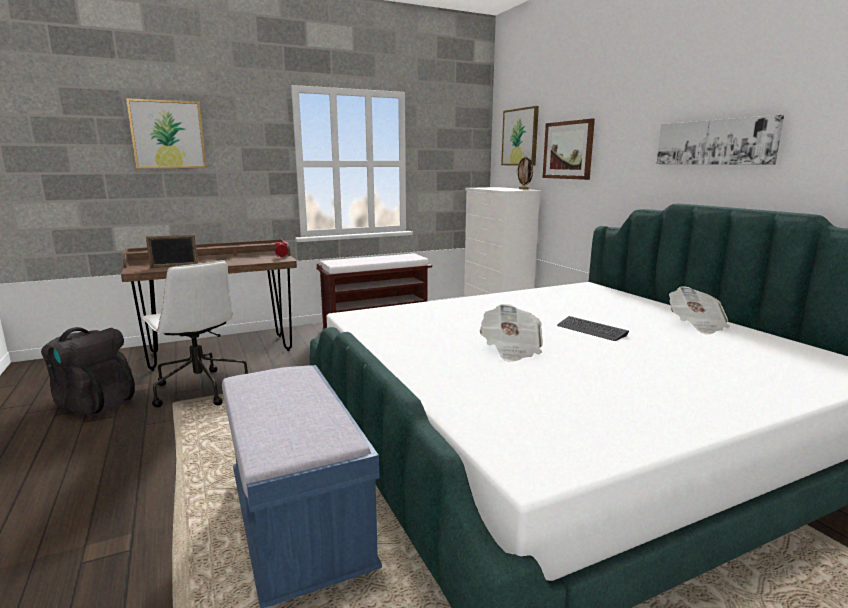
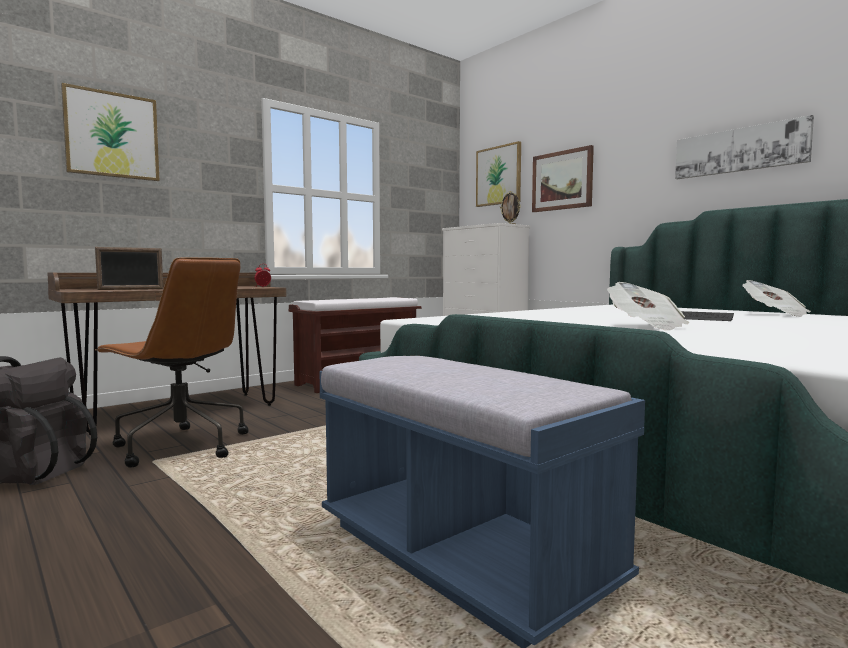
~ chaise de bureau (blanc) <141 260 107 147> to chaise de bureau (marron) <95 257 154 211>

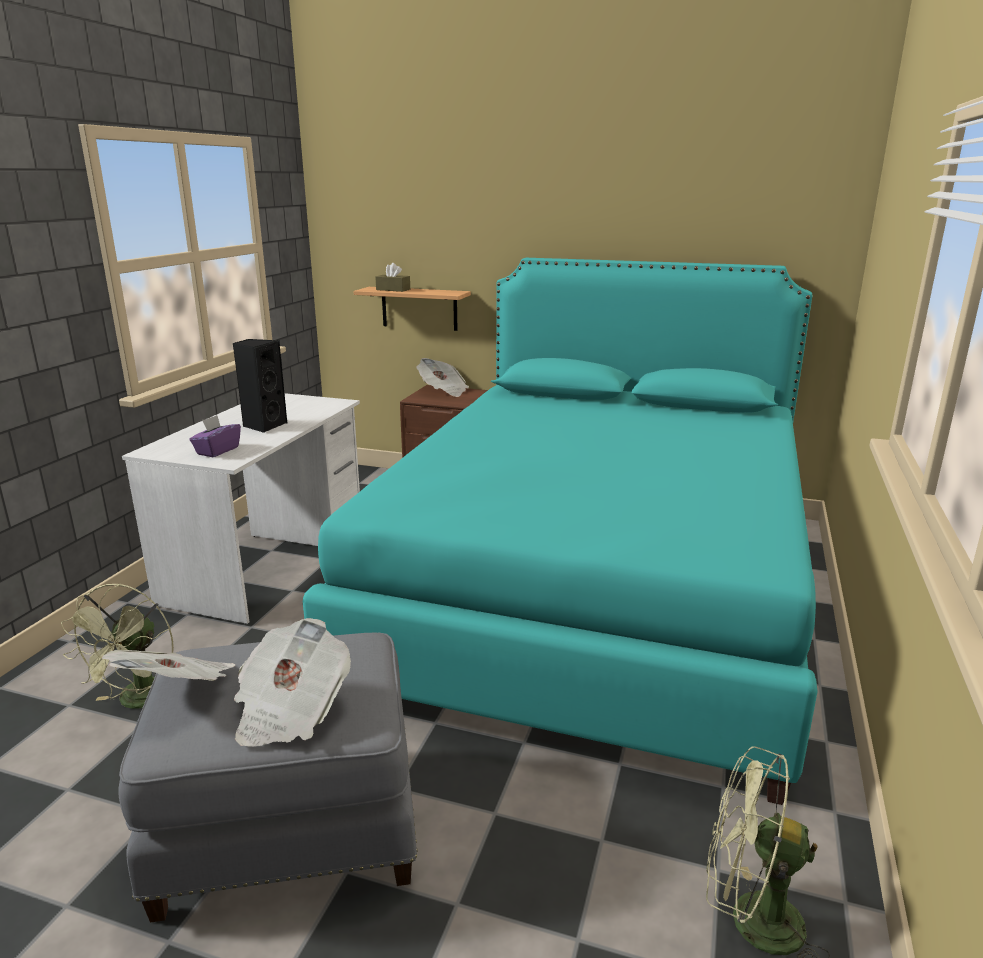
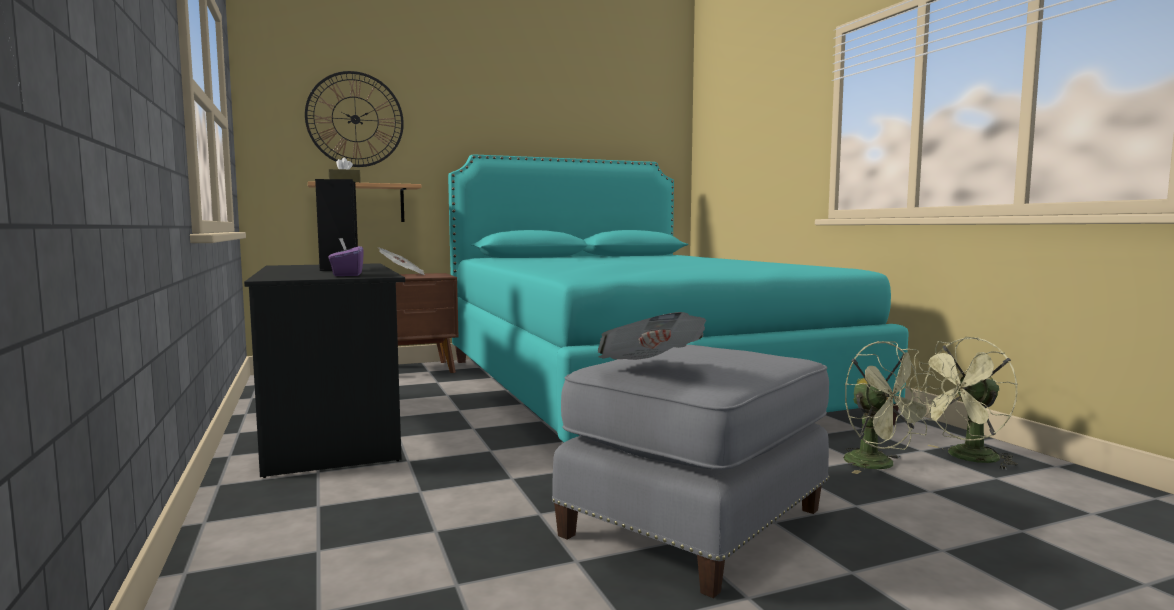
~ bureau (blanc) <122 393 238 231> to bureau (noir) <244 263 161 215>
~ ventilateur (vert) <61 583 113 126> to <843 341 93 133>
- journal <234 618 117 129>
+ horloge murale <305 71 99 96>

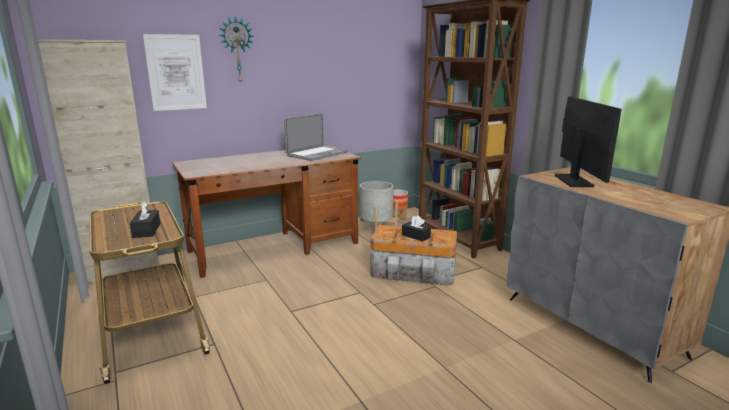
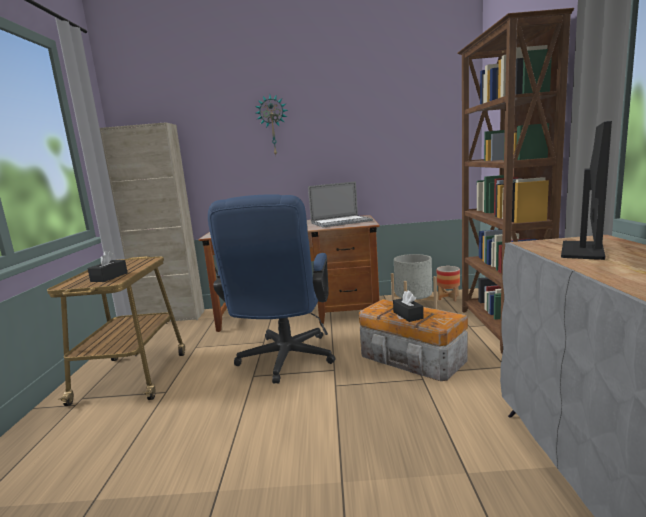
- tableau <143 34 64 77>
+ chaise de bureau (bleu) <208 195 127 189>

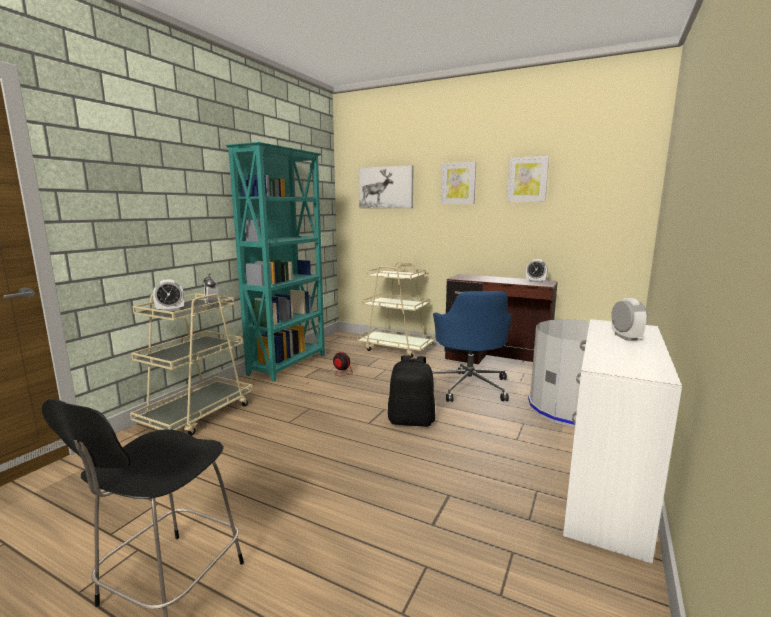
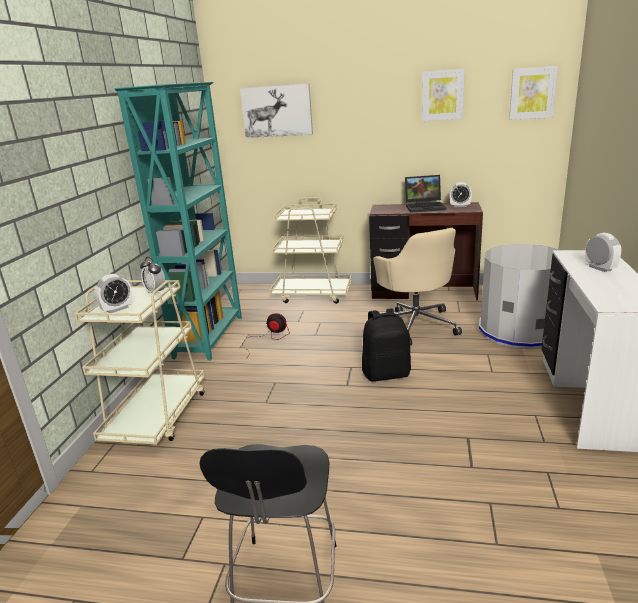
~ tableau <441 162 35 42> to <509 66 49 54>
~ chaise de bureau (bleu) <432 291 79 111> to chaise de bureau (beige) <373 228 89 117>
+ ordinateur portable <405 175 41 38>

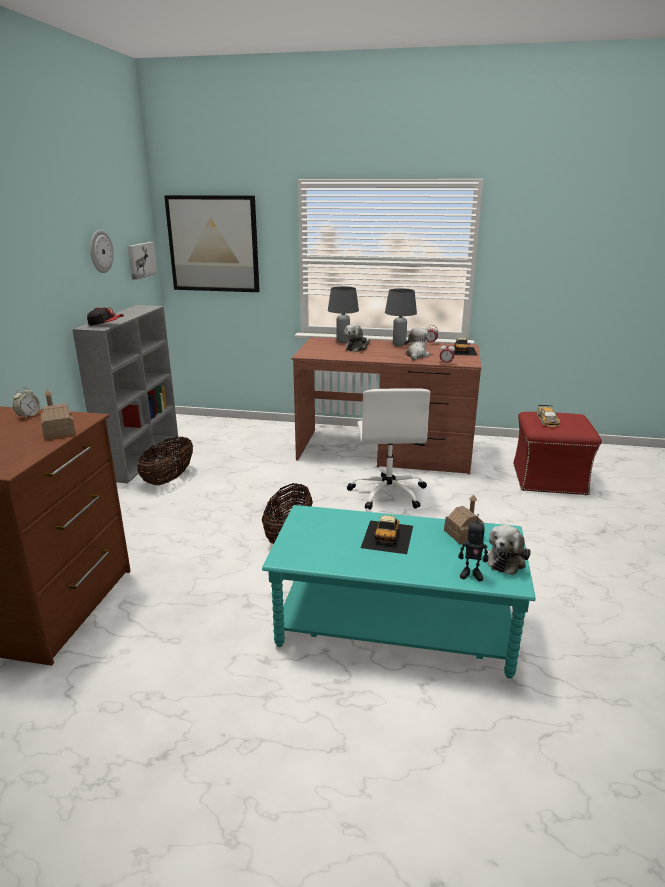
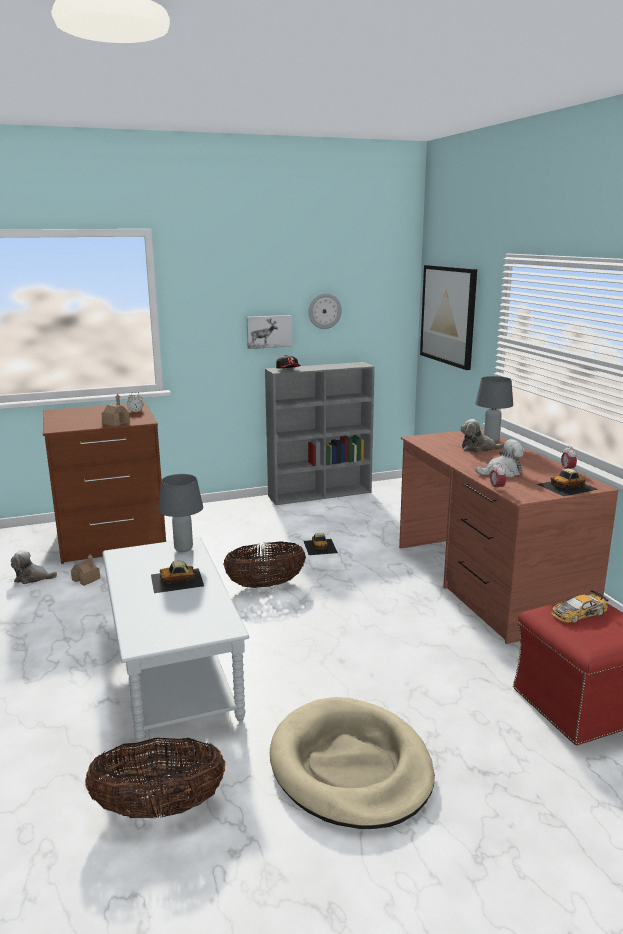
~ tableau <127 242 30 38> to <246 315 47 34>
~ lampe de table (gris) <385 288 32 58> to <158 474 45 78>
- chaise de bureau (blanc) <347 388 84 122>
~ panier <137 436 56 49> to <85 738 140 80>
~ maison miniature <444 495 40 49> to <71 554 29 32>
~ table basse (turquoise) <262 505 274 174> to table basse (gris) <102 537 147 205>
- robot jouet <458 514 30 67>
~ peluche <487 525 44 50> to <11 550 46 34>
+ petite voiture <304 533 34 22>
+ panier pour chien (beige) <270 697 165 132>

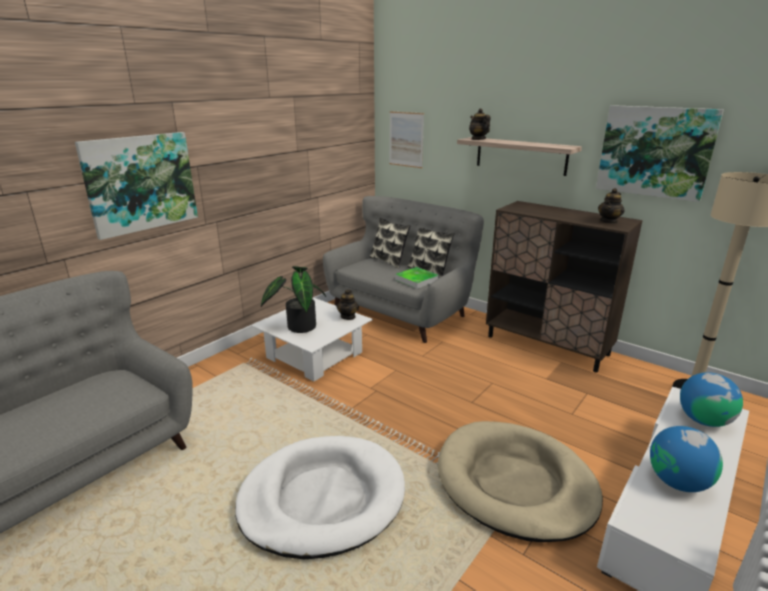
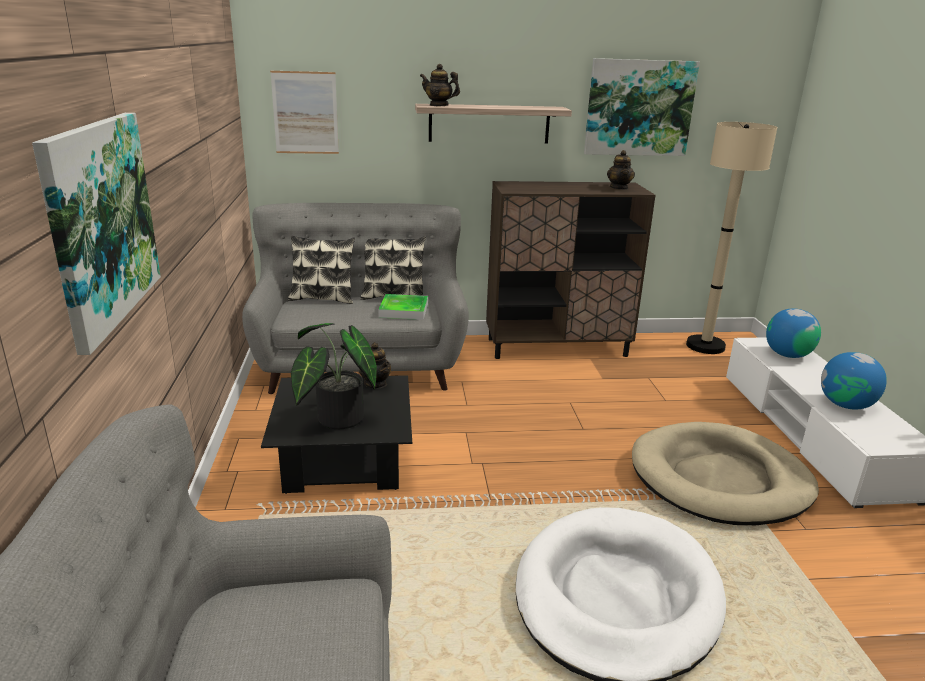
~ table basse (blanc) <251 298 122 84> to table basse (noir) <261 375 151 119>

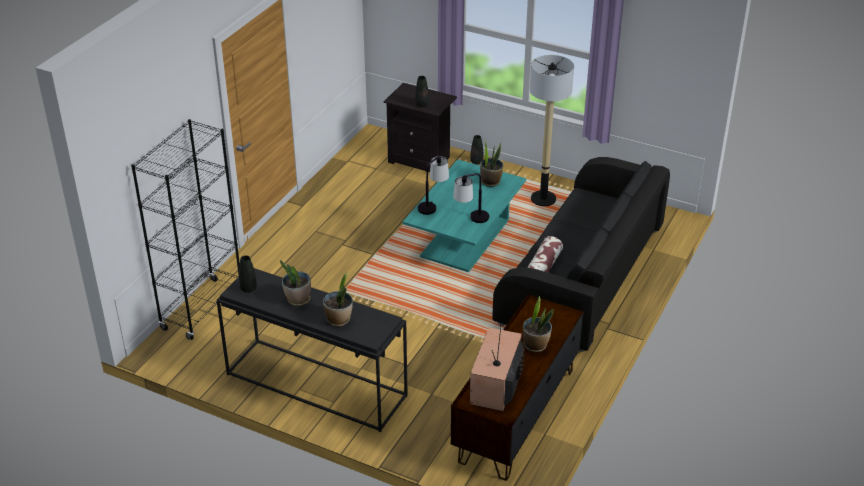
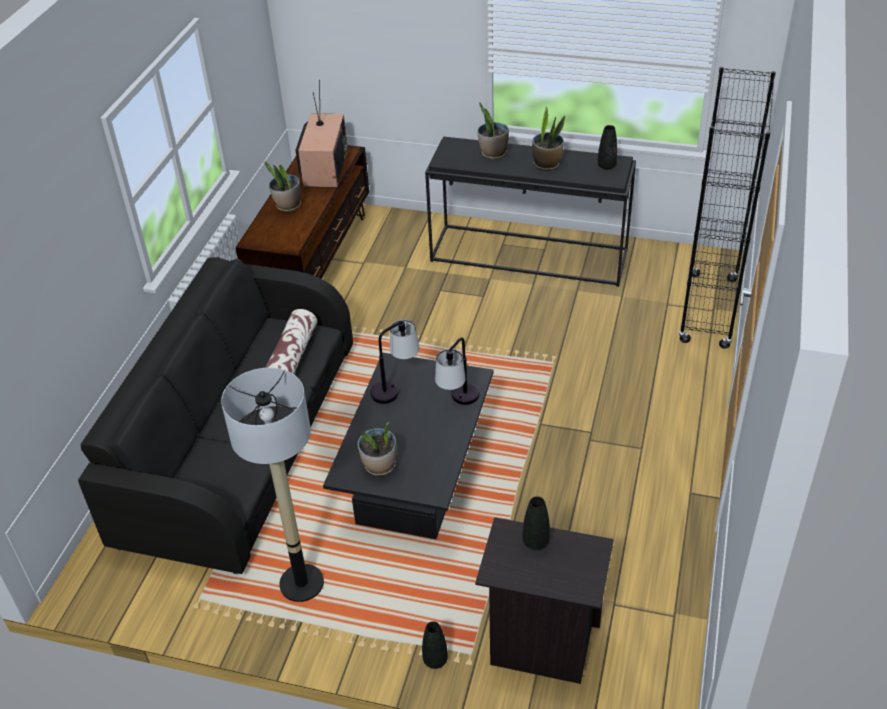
~ table basse (turquoise) <403 159 123 113> to table basse (noir) <323 353 170 186>

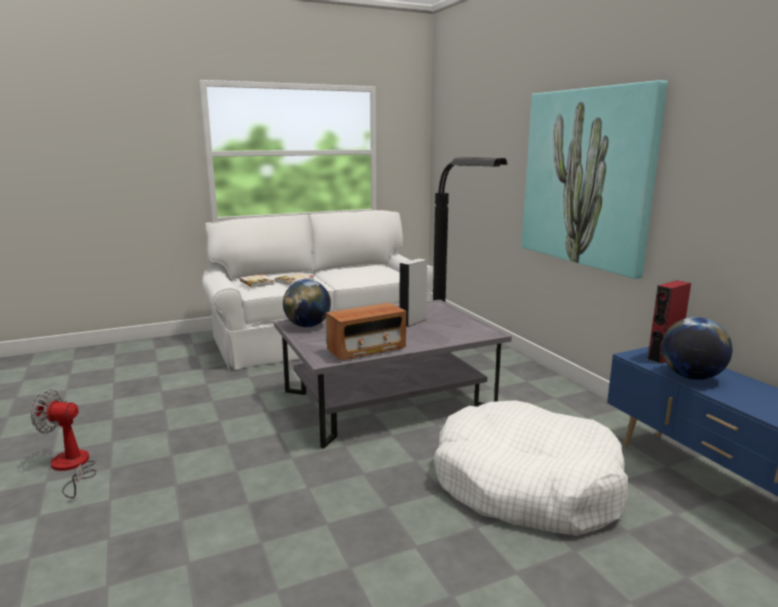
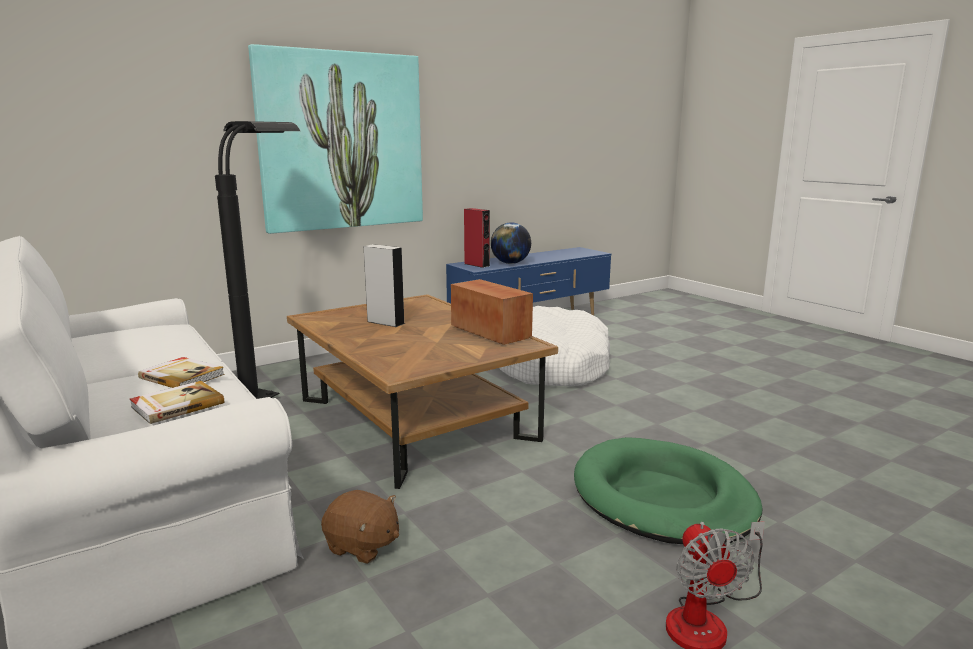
- globe <283 280 48 47>
~ table basse (gris) <274 300 238 148> to table basse (marron) <287 294 271 195>
+ panier pour chien (vert) <574 437 189 107>
+ peluche (marron) <321 490 78 74>

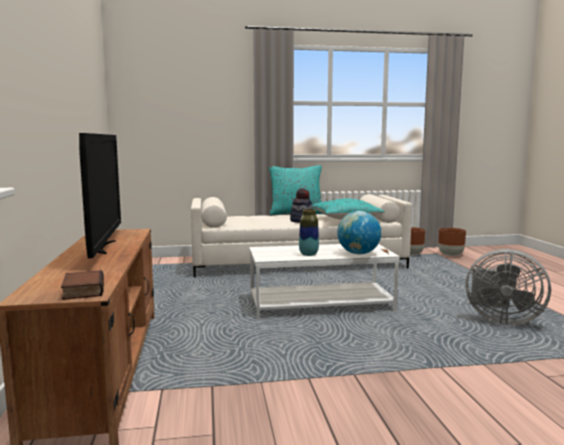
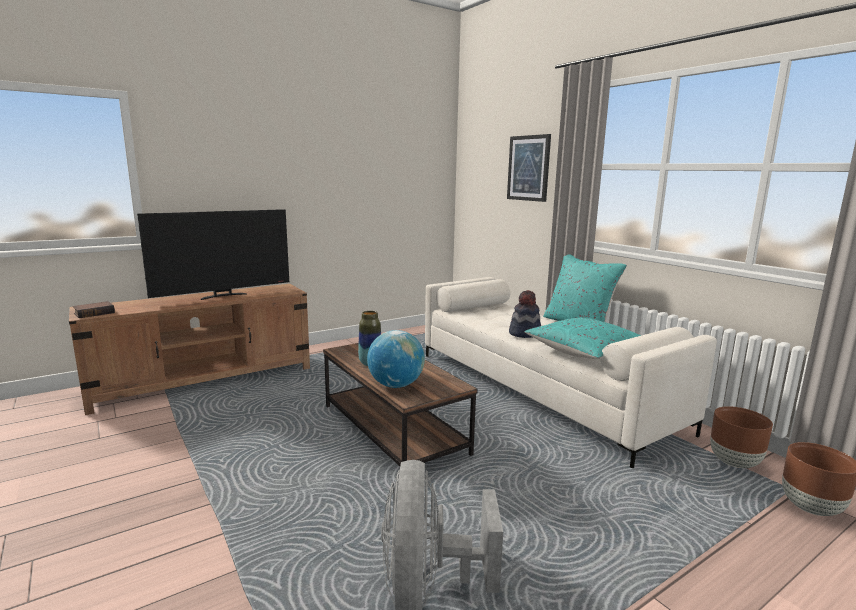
~ table basse (blanc) <249 244 151 75> to table basse (marron) <323 343 155 123>
+ tableau <507 134 44 68>

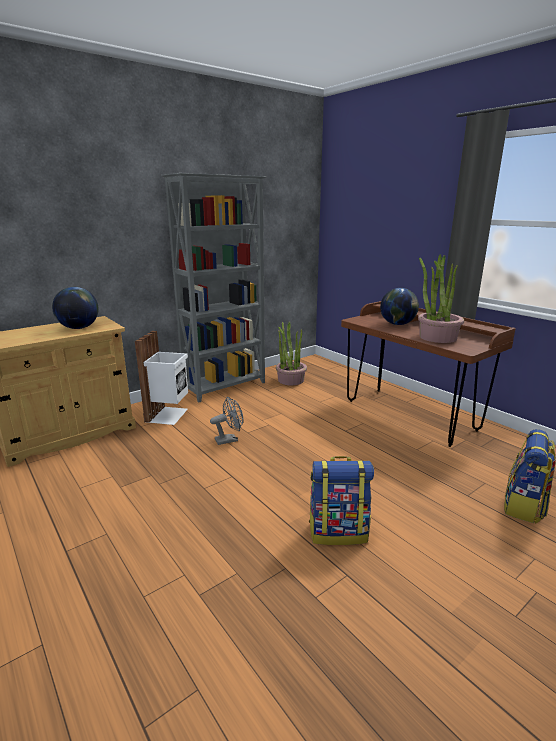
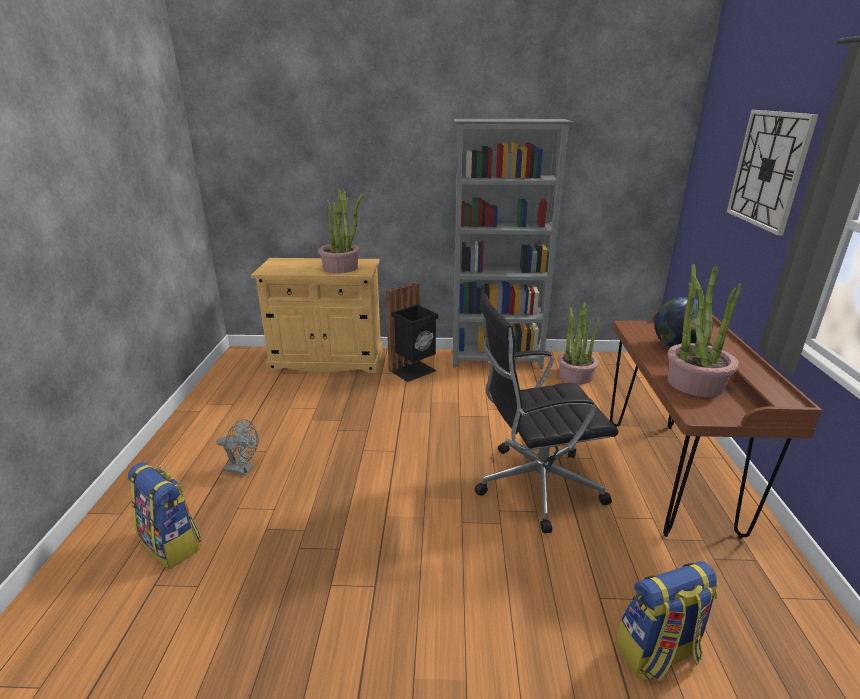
~ globe <52 287 47 42> to plante en pot <318 189 46 84>
~ poubelle (blanc) <135 331 53 94> to poubelle (noir) <386 283 53 99>
~ ventilateur (gris) <210 397 33 48> to <216 419 43 57>
~ sac à dos <309 456 65 89> to <128 462 73 107>
+ horloge murale <727 110 91 126>
+ chaise de bureau (noir) <475 293 144 241>

